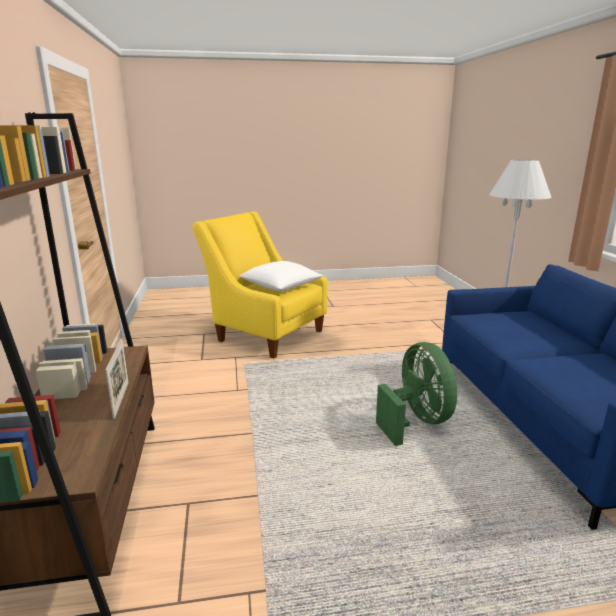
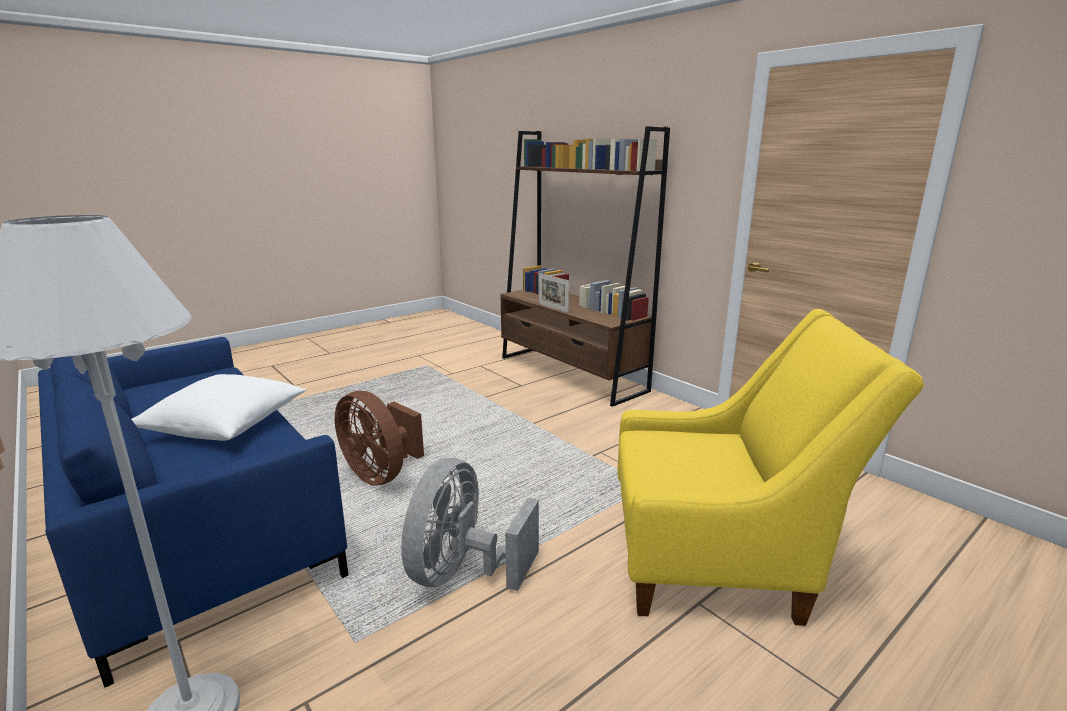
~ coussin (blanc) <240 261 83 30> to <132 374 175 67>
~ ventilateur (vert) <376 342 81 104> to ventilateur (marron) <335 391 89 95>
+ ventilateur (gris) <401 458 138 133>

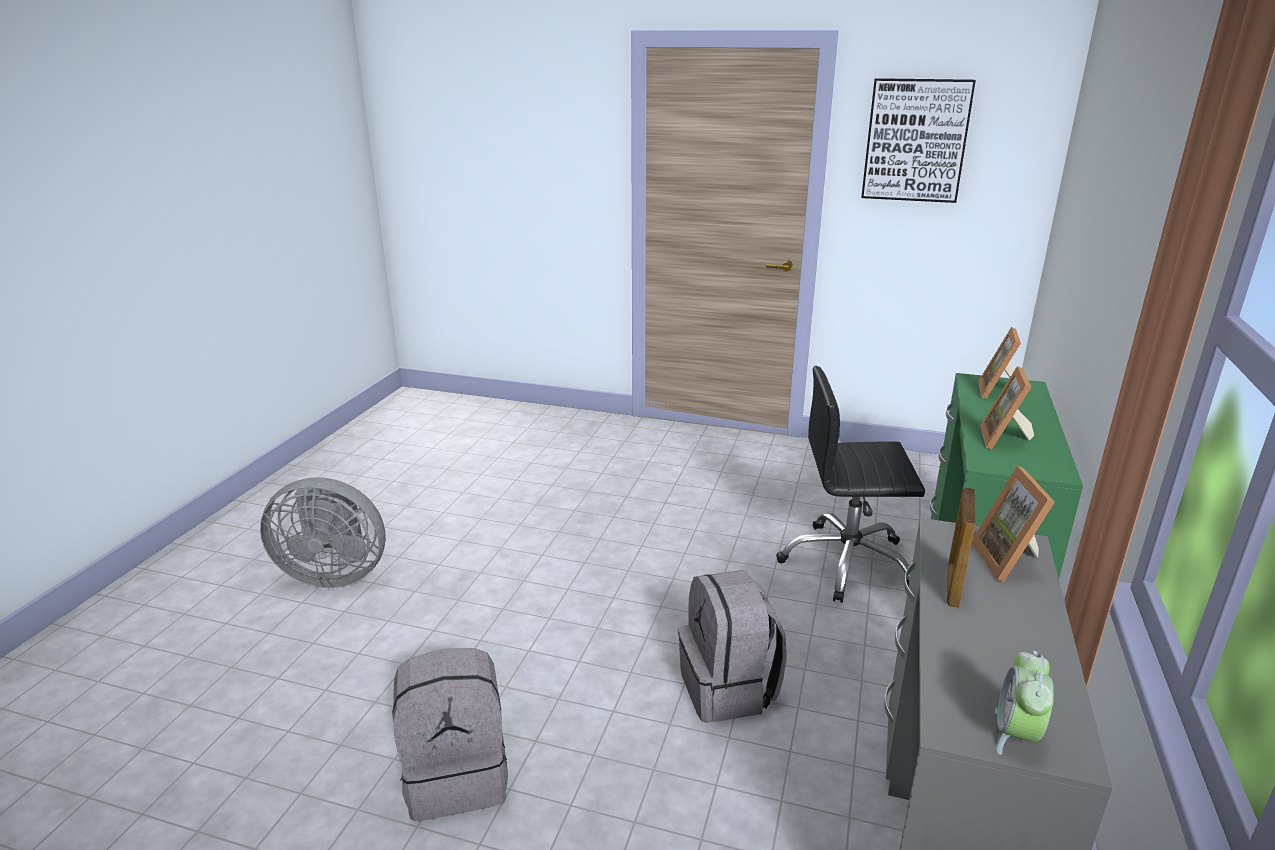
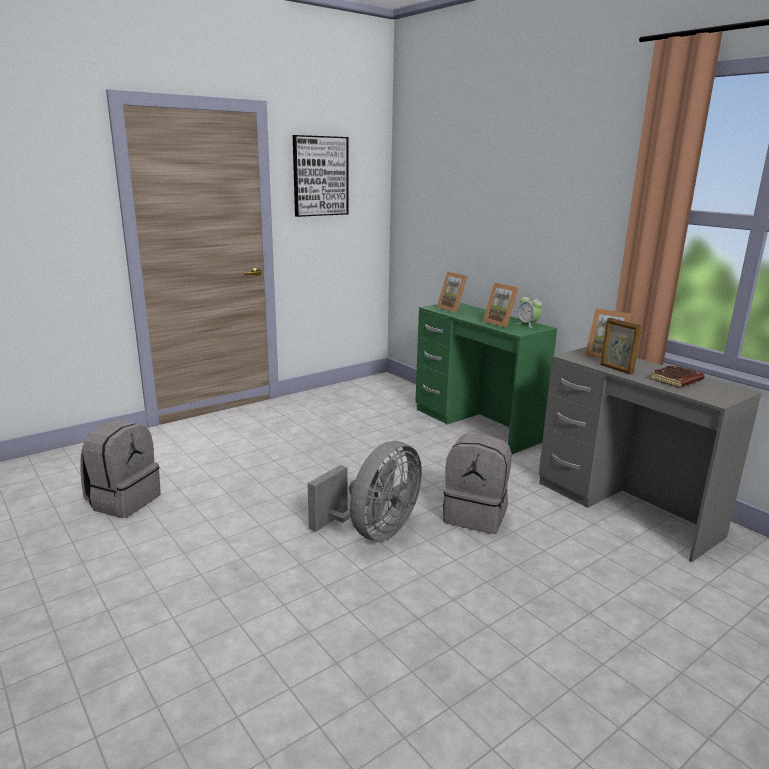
- chaise de bureau (noir) <776 366 149 237>
~ ventilateur (gris) <260 477 126 111> to <308 441 114 100>
~ sac à dos (gris) <392 648 116 173> to <80 420 81 98>
~ réveil <995 651 59 104> to <517 294 25 34>
+ livre (marron) <650 365 55 23>

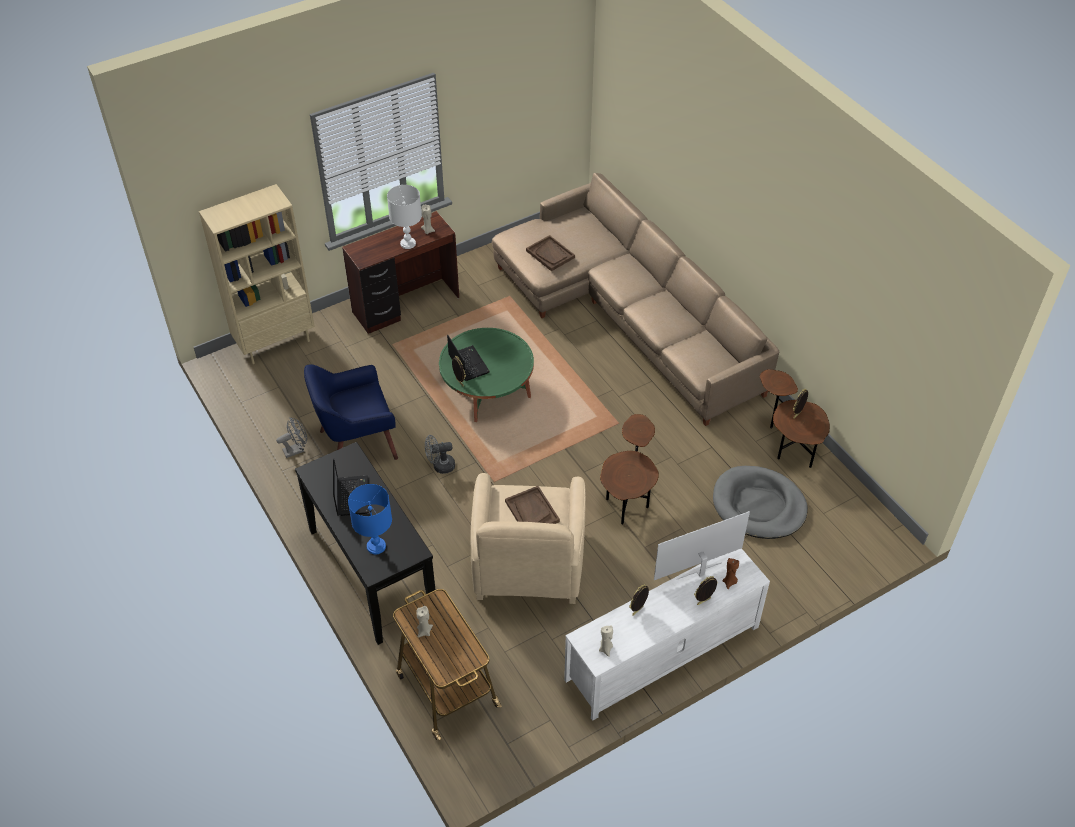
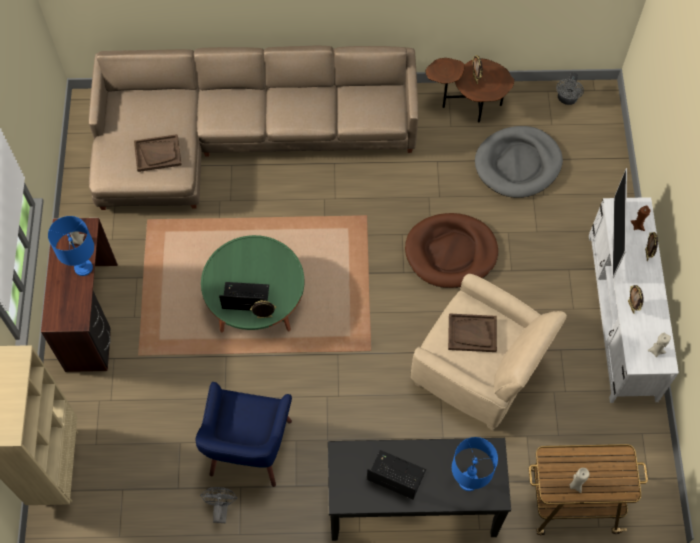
~ lampe de table (blanc) <387 185 35 64> to lampe de table (bleu) <48 216 46 60>
~ table d'appoint (marron) <600 414 59 111> to panier pour chien (marron) <405 213 93 75>
~ ventilateur (gris) <425 435 30 39> to <556 72 28 33>

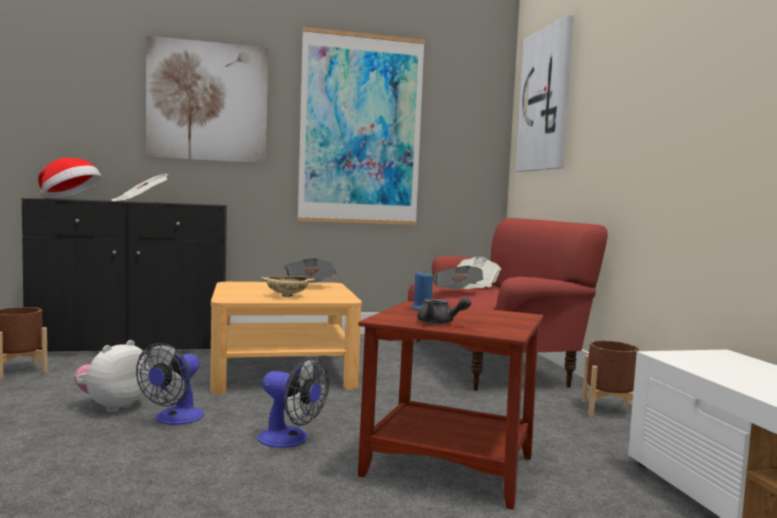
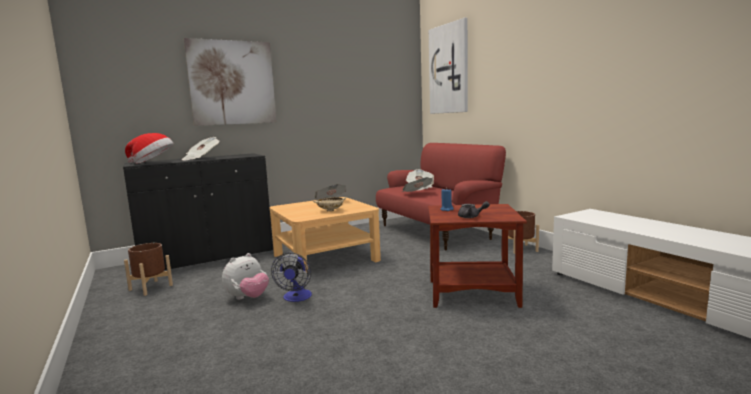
- tableau <297 27 128 198>
~ peluche <74 340 76 72> = <222 253 47 47> 150 degrees counterclockwise
- ventilateur <257 357 72 91>

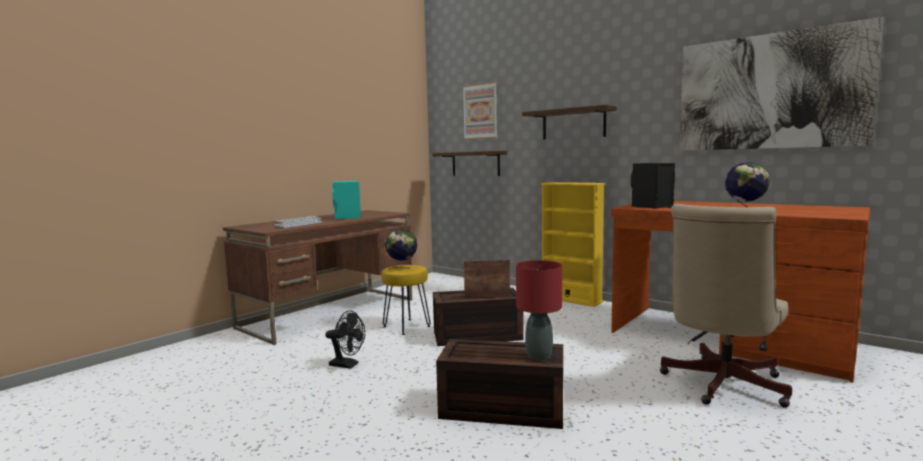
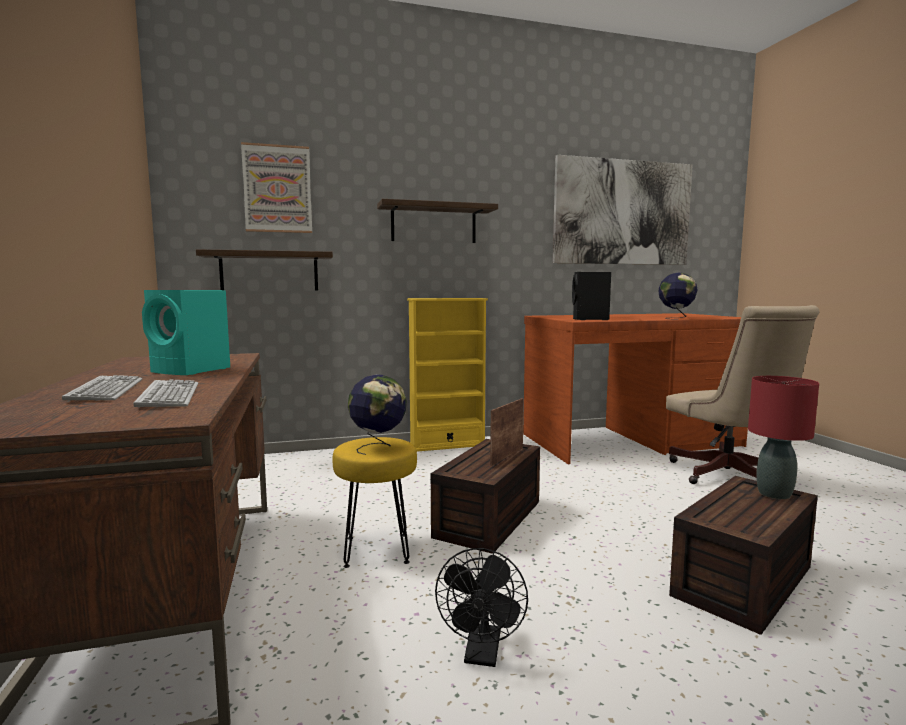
~ ventilateur (noir) <325 310 40 59> = <435 548 93 119> 135 degrees clockwise

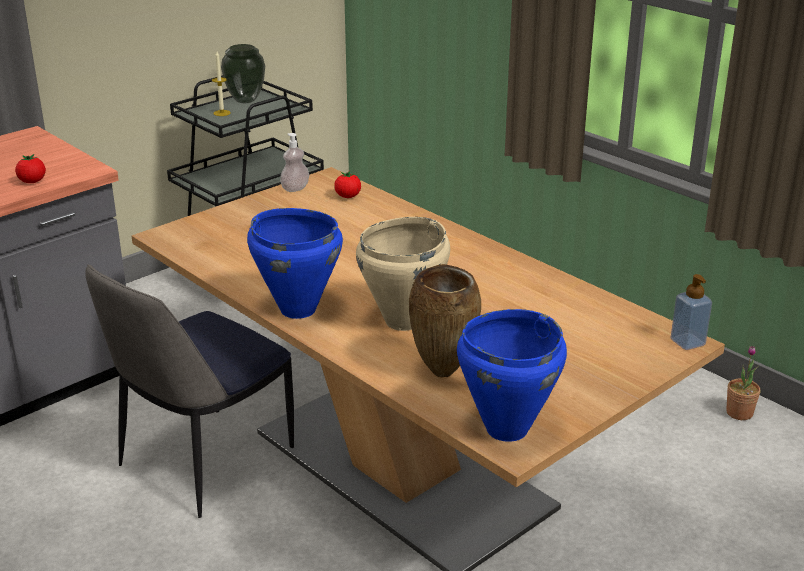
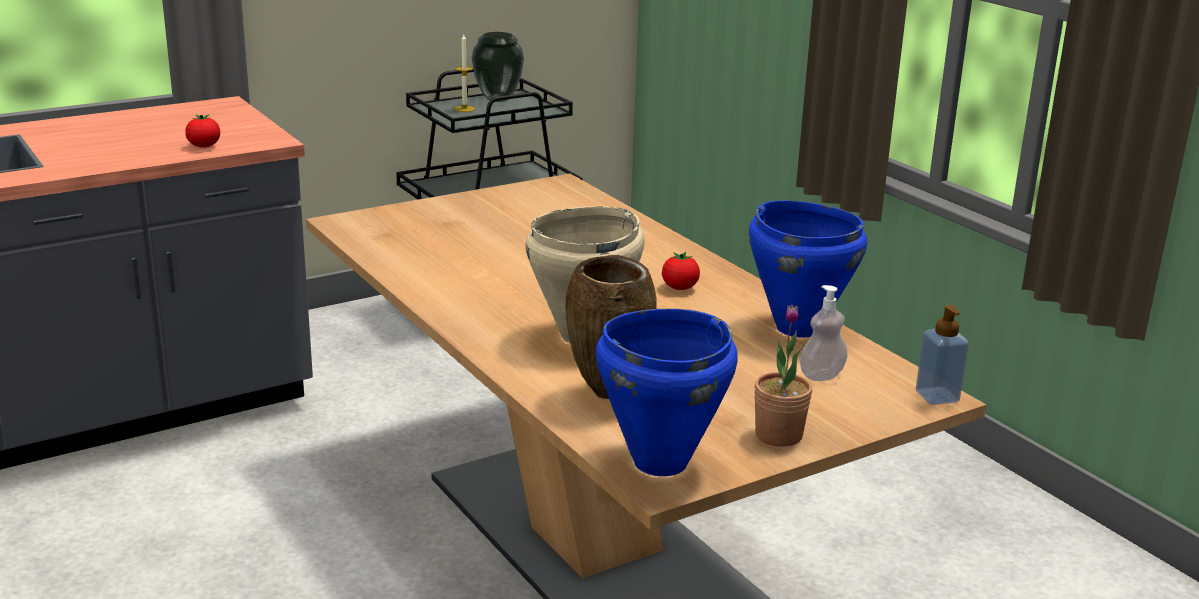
~ distributeur de savon <280 133 29 59> to <800 285 48 96>
~ tomate <334 171 27 27> to <662 252 38 38>
~ marmite (bleu) <247 208 96 111> to <749 200 118 138>
- chaise <85 264 209 254>
~ plante en pot <726 346 34 74> to <754 305 58 142>

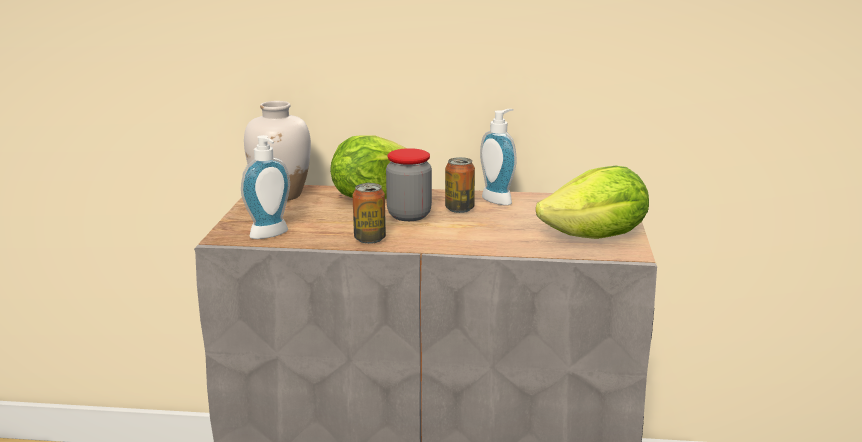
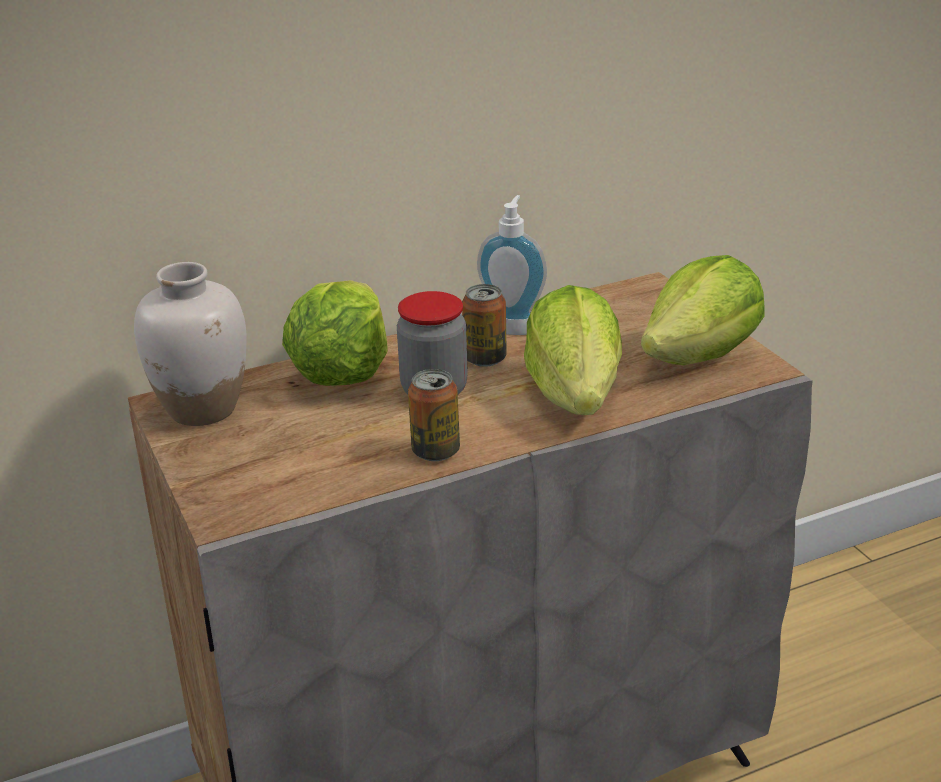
- distributeur de savon <241 135 49 104>
+ laitue <524 285 98 130>

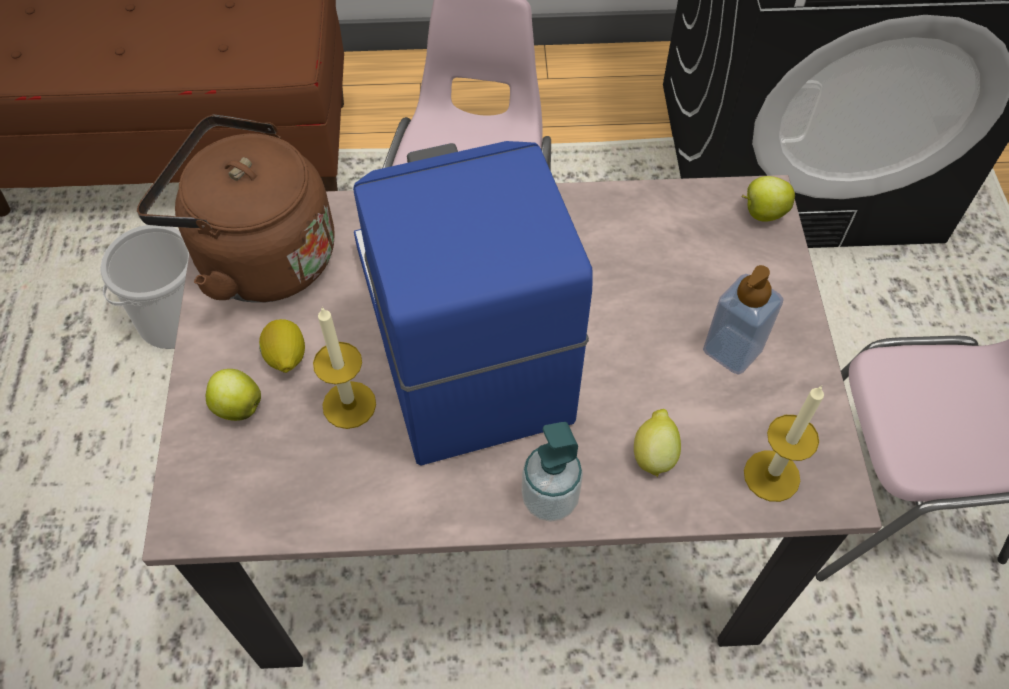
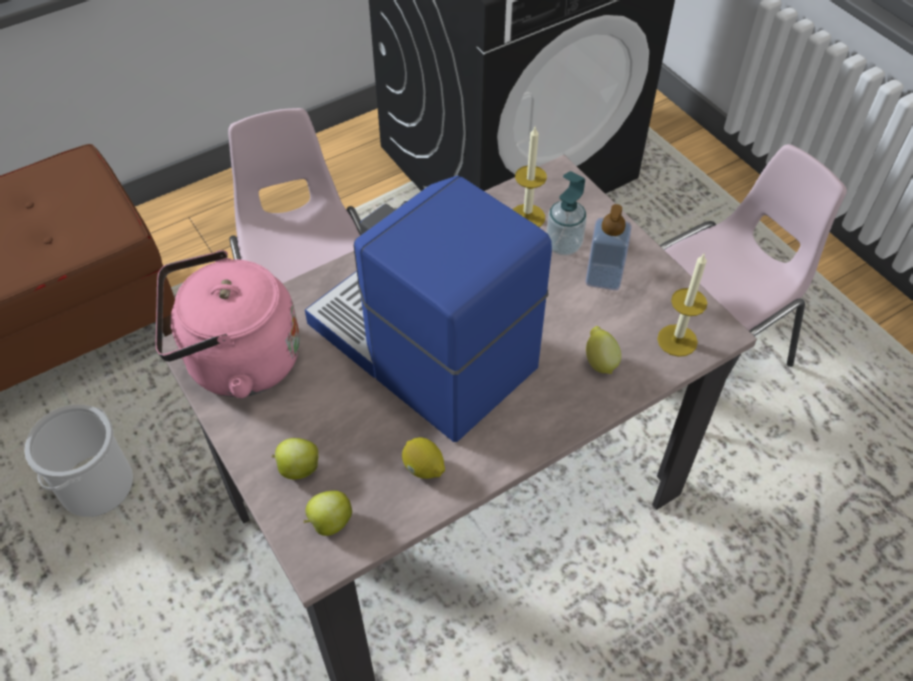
~ bouilloire (marron) <137 115 197 188> to bouilloire (rose) <156 250 144 148>
~ pomme <742 176 53 45> to <304 491 48 45>
~ bougie <313 306 63 123> to <512 127 35 100>
~ citron <259 319 46 54> to <402 437 43 42>
~ distributeur de savon <522 422 61 100> to <546 171 41 85>

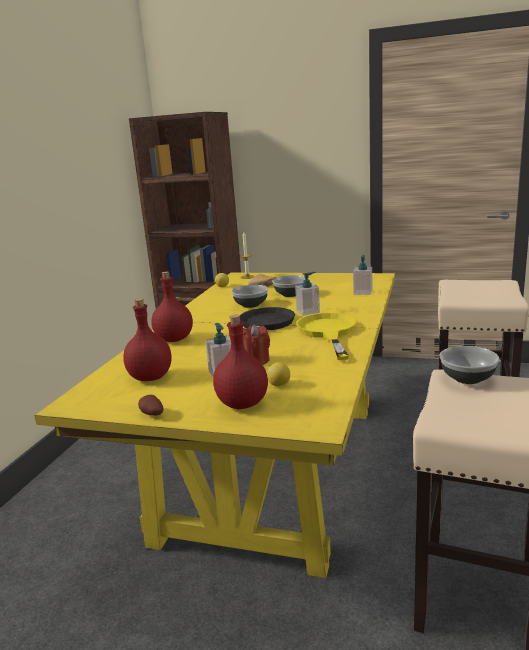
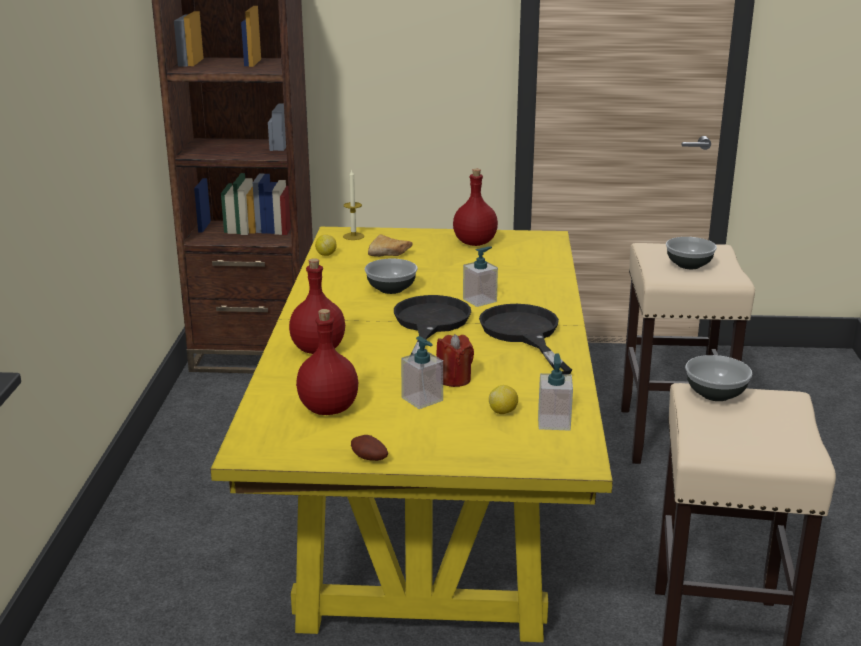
~ distributeur de savon <353 255 19 40> to <538 353 35 78>
~ bol <272 275 33 22> to <666 237 51 32>
~ poêle (jaune) <296 313 60 47> to poêle (noir) <479 304 93 70>
~ bouteille (rouge) <213 315 55 94> to <453 169 45 77>

